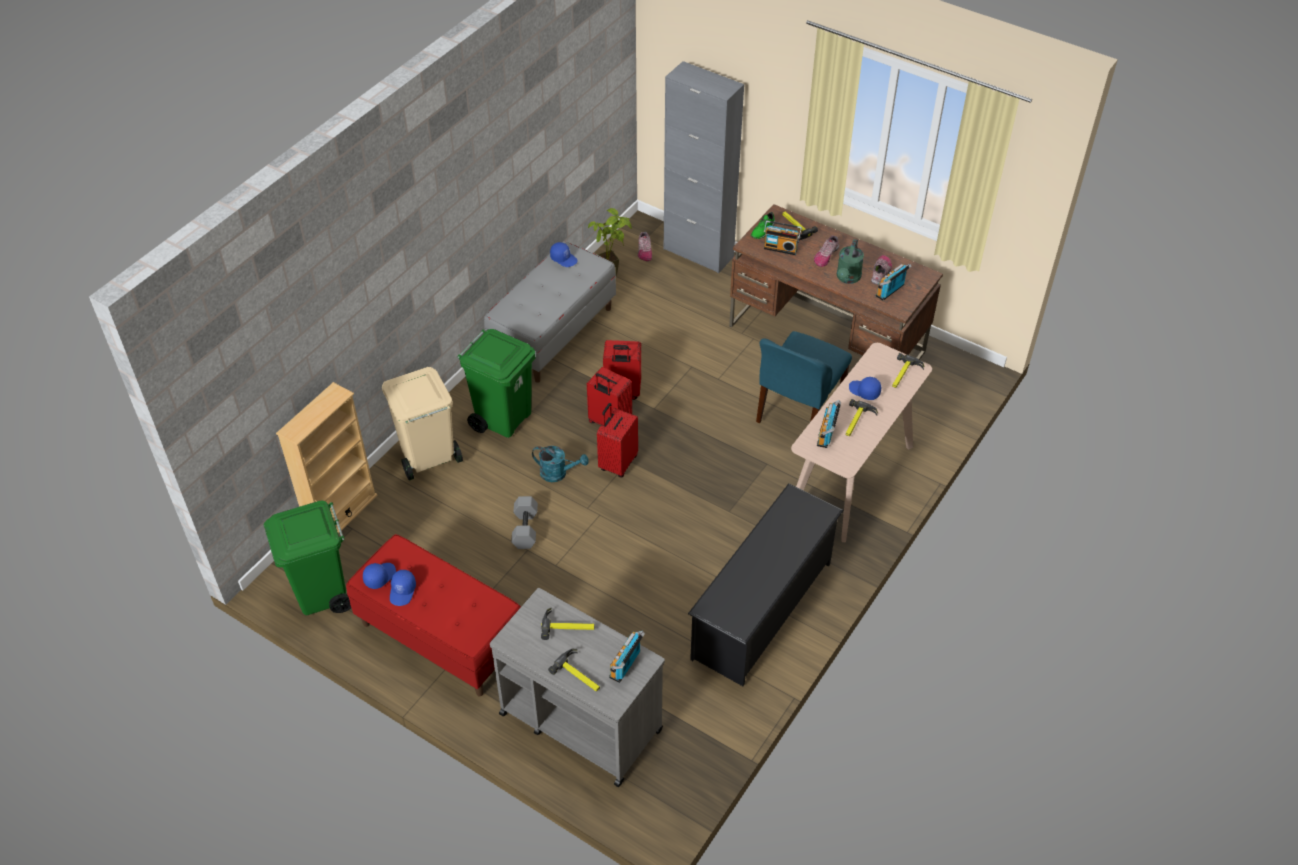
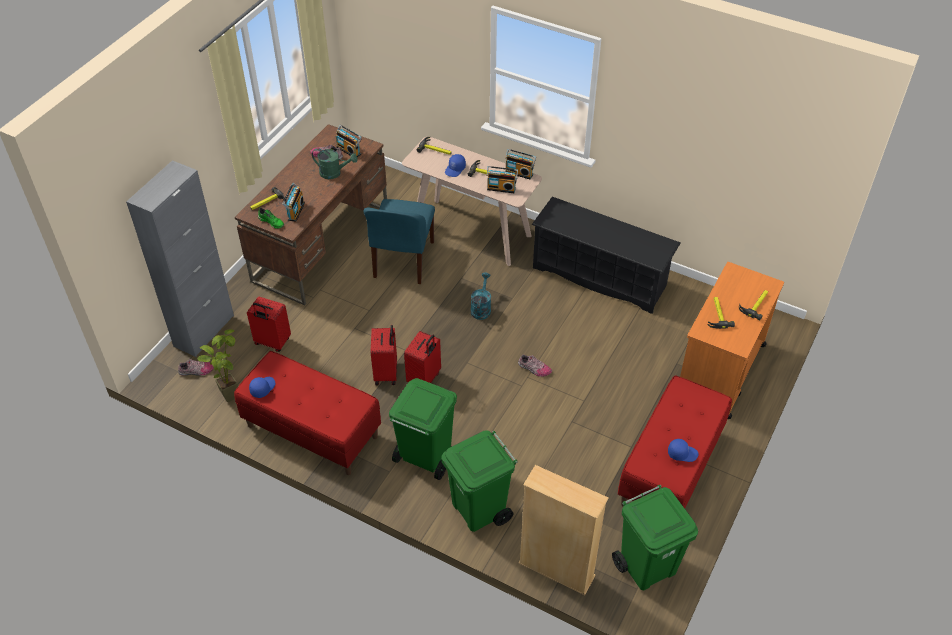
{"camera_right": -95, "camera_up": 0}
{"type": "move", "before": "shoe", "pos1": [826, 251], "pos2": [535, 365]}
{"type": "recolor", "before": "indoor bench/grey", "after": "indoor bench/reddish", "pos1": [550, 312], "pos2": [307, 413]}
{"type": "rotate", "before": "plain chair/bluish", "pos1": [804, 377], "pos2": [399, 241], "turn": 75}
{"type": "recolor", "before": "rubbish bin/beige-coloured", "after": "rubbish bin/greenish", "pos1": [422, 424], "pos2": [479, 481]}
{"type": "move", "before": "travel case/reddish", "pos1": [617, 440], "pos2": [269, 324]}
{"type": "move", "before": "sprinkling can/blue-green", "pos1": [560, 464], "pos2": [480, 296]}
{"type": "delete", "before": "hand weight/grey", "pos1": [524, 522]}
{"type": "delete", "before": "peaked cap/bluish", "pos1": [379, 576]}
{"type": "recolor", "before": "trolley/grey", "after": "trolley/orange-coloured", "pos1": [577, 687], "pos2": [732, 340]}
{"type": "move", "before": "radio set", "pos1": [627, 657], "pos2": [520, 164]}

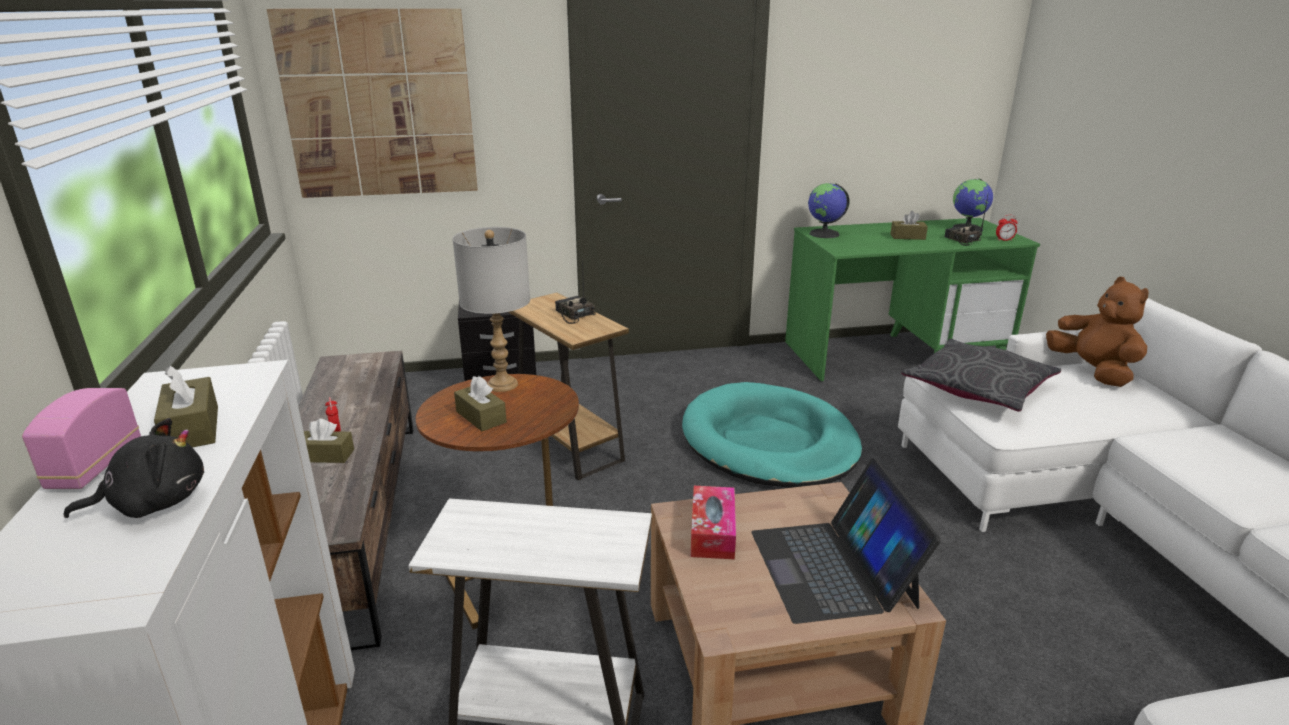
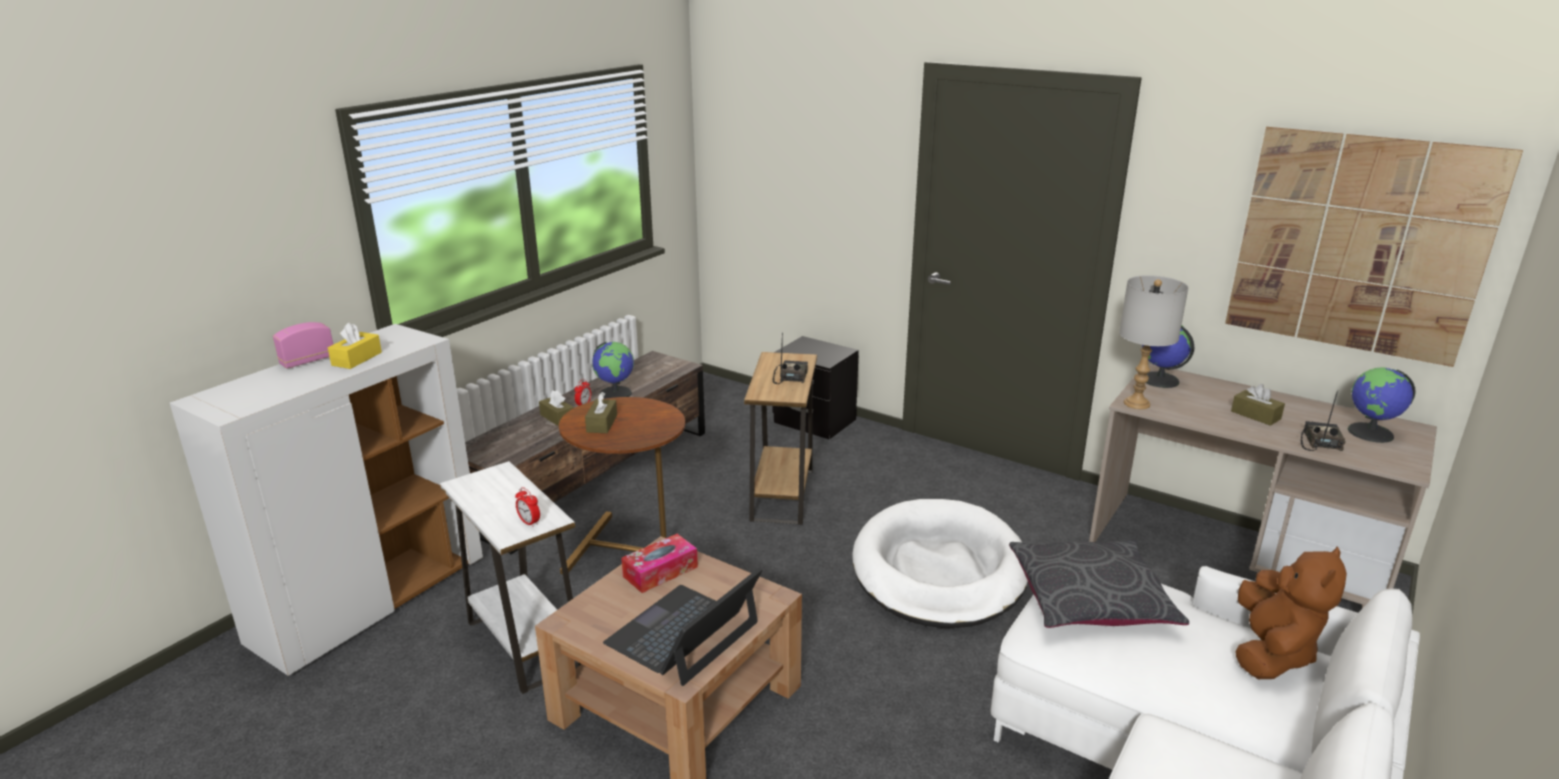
{"camera_right": 45, "camera_up": 0}
{"type": "move", "before": "wall art", "pos1": [372, 103], "pos2": [1374, 247]}
{"type": "move", "before": "alarm clock", "pos1": [1007, 228], "pos2": [527, 507]}
{"type": "recolor", "before": "desk/greenish", "after": "desk/beige-coloured", "pos1": [912, 299], "pos2": [1263, 486]}
{"type": "move", "before": "tabletop lamp/grey", "pos1": [491, 309], "pos2": [1154, 342]}
{"type": "recolor", "before": "tissue holder/brown-coloured", "after": "tissue holder/yellow", "pos1": [186, 406], "pos2": [355, 346]}
{"type": "recolor", "before": "pet bed/blue-green", "after": "pet bed/whitish", "pos1": [772, 435], "pos2": [940, 563]}
{"type": "delete", "before": "plush toy/blackish", "pos1": [133, 468]}
{"type": "insert", "after": "world globe", "pos2": [613, 370]}

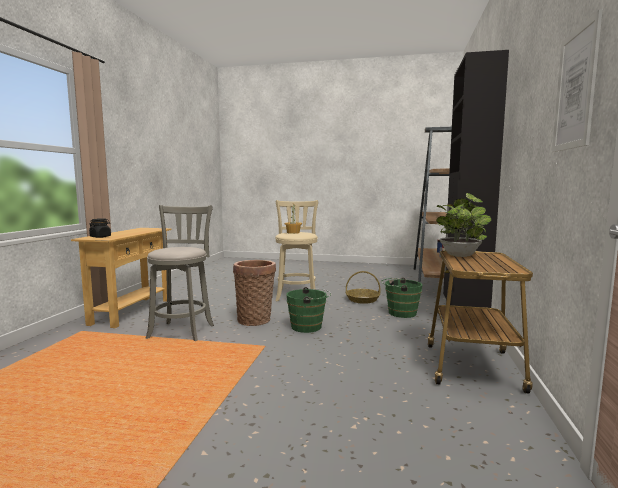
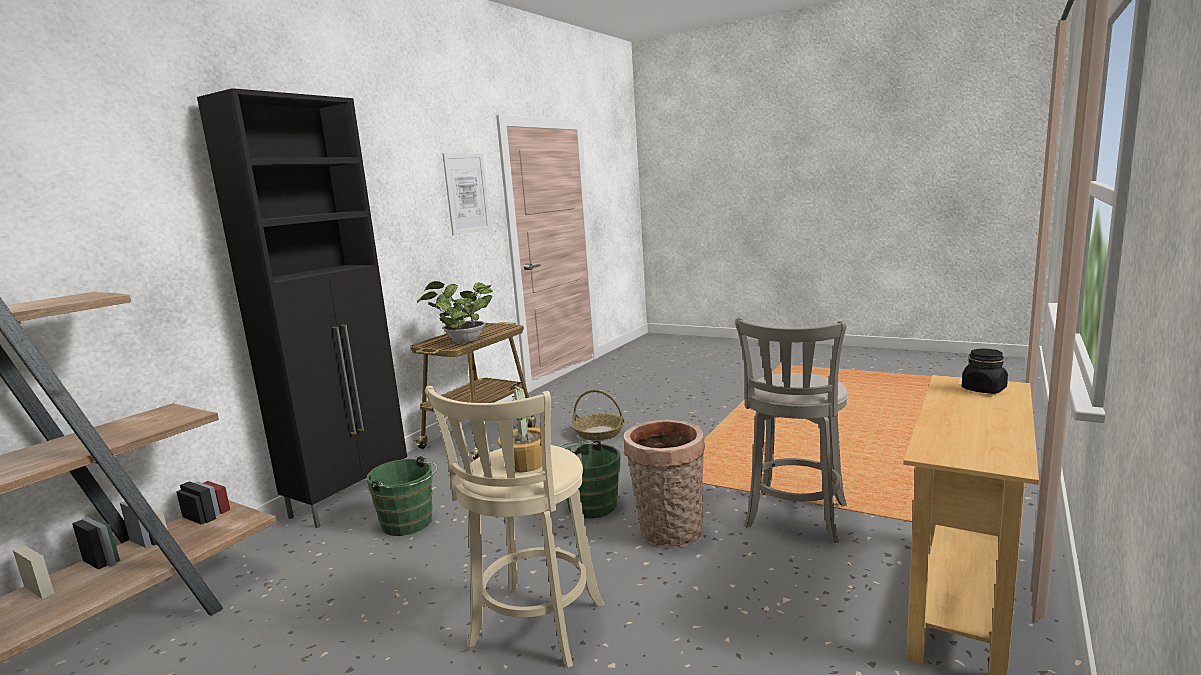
{"camera_right": -160, "camera_up": 5}
{"type": "move", "before": "storage basket", "pos1": [363, 287], "pos2": [598, 415]}

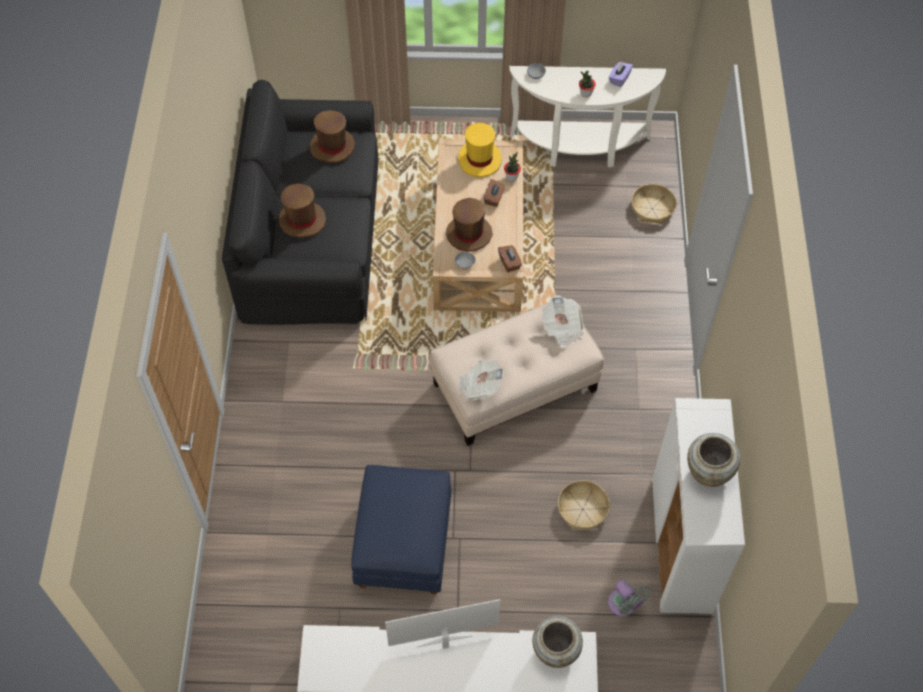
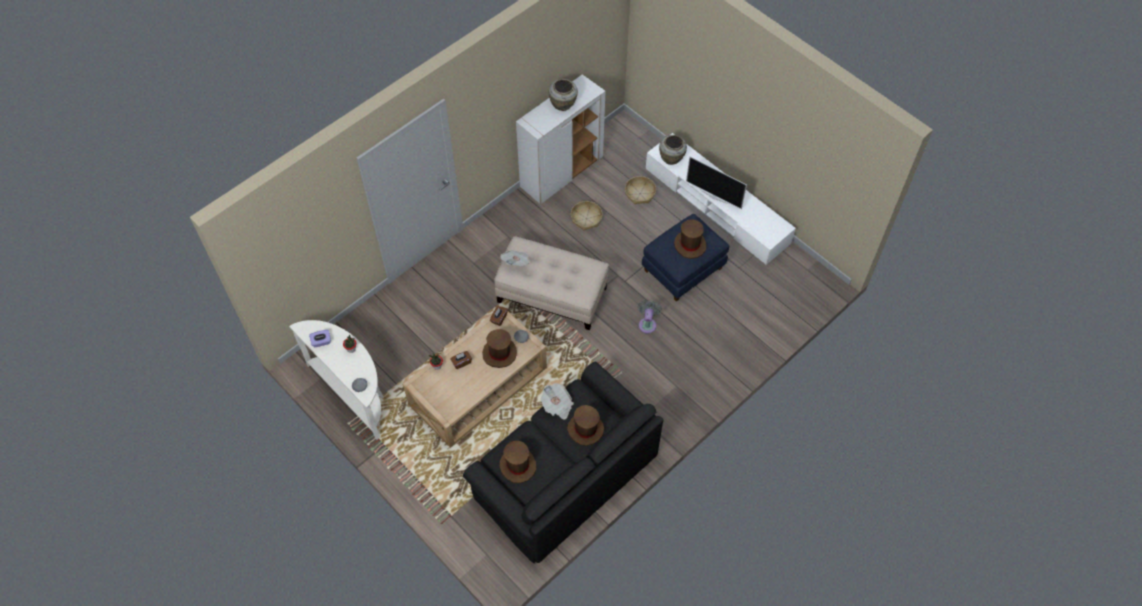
{"camera_right": -135, "camera_up": 0}
{"type": "delete", "before": "hat/yellow", "pos1": [479, 150]}
{"type": "move", "before": "storage basket", "pos1": [653, 204], "pos2": [640, 190]}
{"type": "move", "before": "daily paper", "pos1": [481, 380], "pos2": [557, 401]}
{"type": "move", "before": "electric fan/grey", "pos1": [629, 597], "pos2": [649, 316]}
{"type": "insert", "after": "hat/brown-coloured", "pos2": [690, 239]}

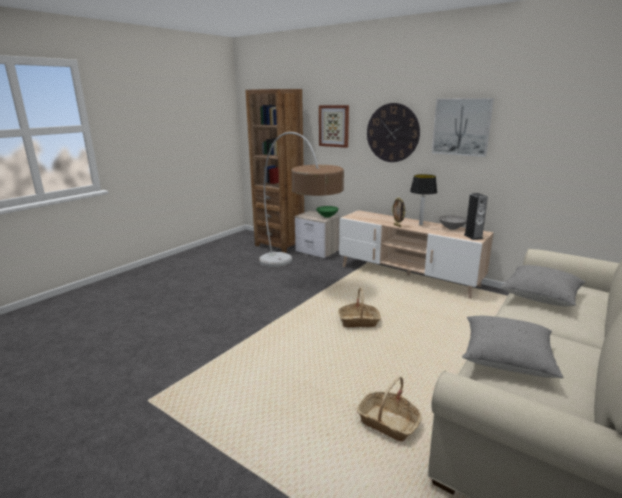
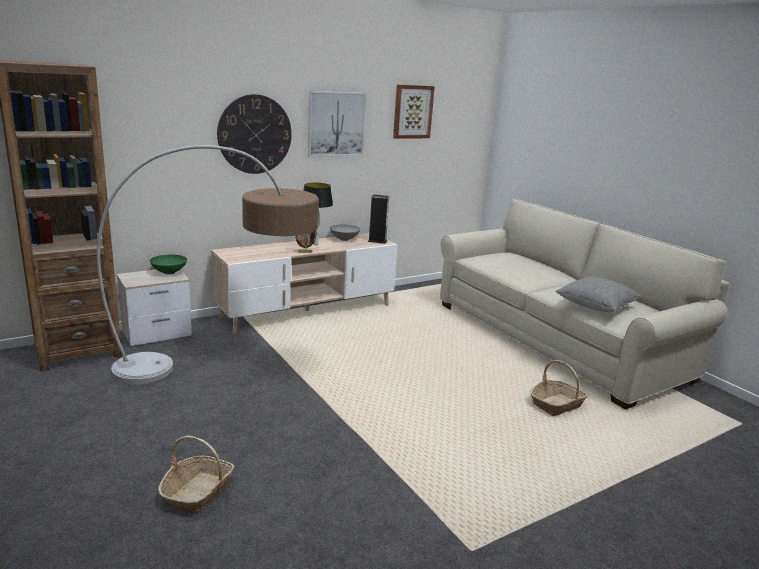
{"camera_right": -70, "camera_up": 0}
{"type": "move", "before": "wall art", "pos1": [334, 126], "pos2": [414, 112]}
{"type": "delete", "before": "pillow/grey", "pos1": [543, 285]}
{"type": "move", "before": "storage basket", "pos1": [359, 307], "pos2": [196, 475]}

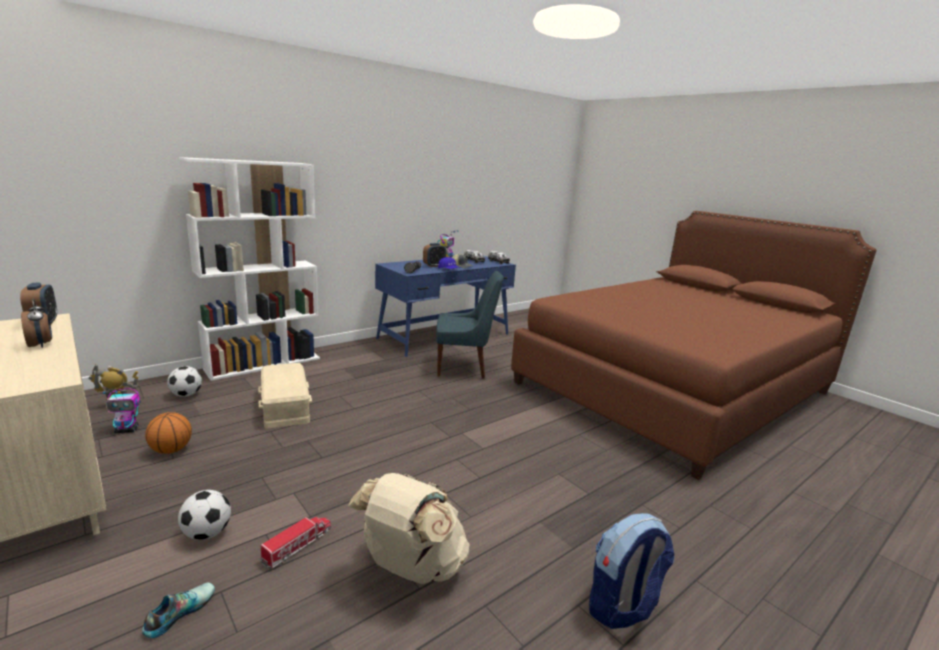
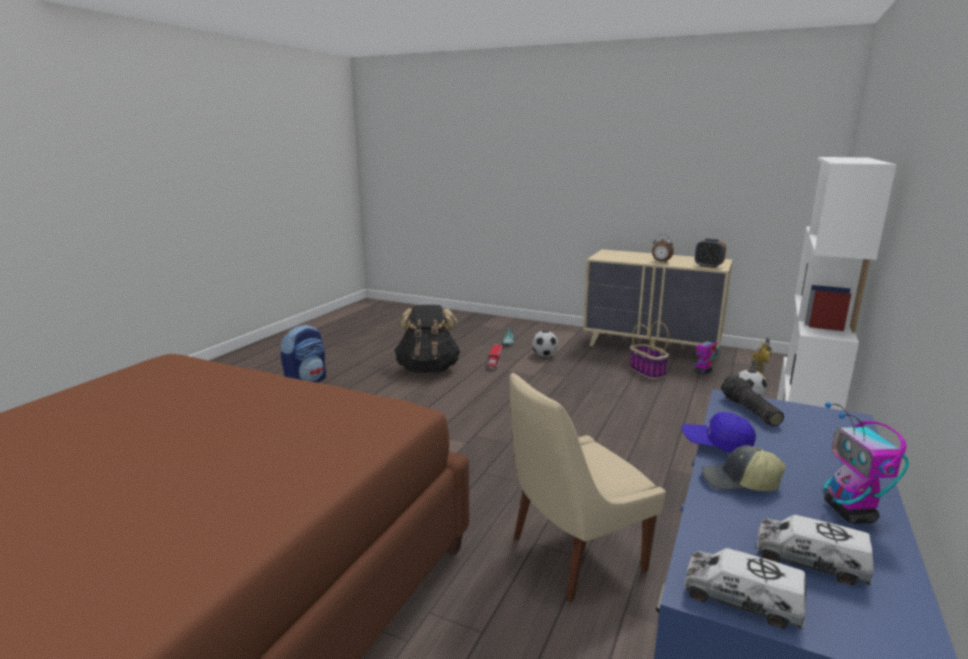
{"camera_right": 155, "camera_up": 0}
{"type": "delete", "before": "alarm clock", "pos1": [434, 255]}
{"type": "recolor", "before": "plain chair/bluish", "after": "plain chair/beige-coloured", "pos1": [470, 325], "pos2": [587, 487]}
{"type": "delete", "before": "storage bin/beige-coloured", "pos1": [285, 396]}
{"type": "replace", "before": "ball for basketball", "after": "storage basket", "pos1": [168, 433], "pos2": [649, 350]}
{"type": "recolor", "before": "knapsack/beige-coloured", "after": "knapsack/blackish", "pos1": [408, 528], "pos2": [427, 339]}

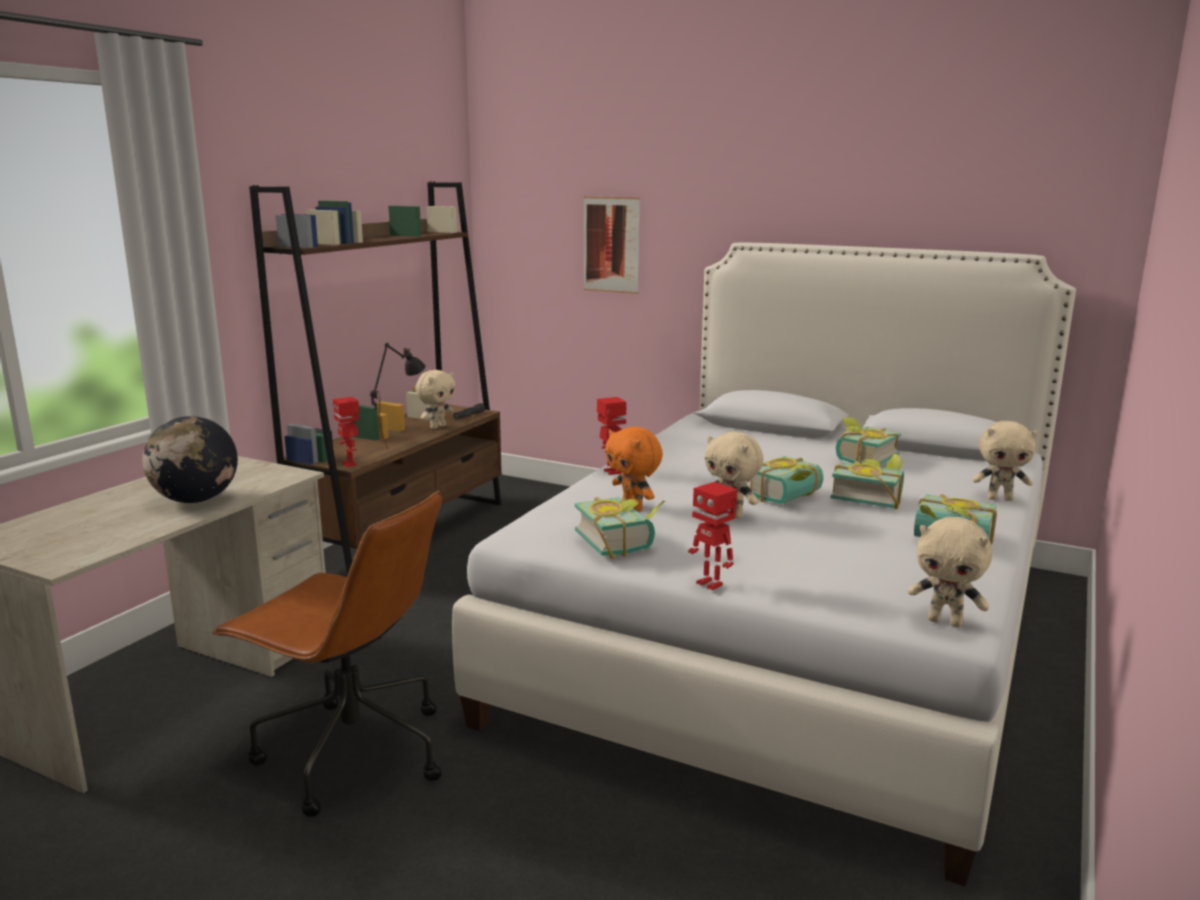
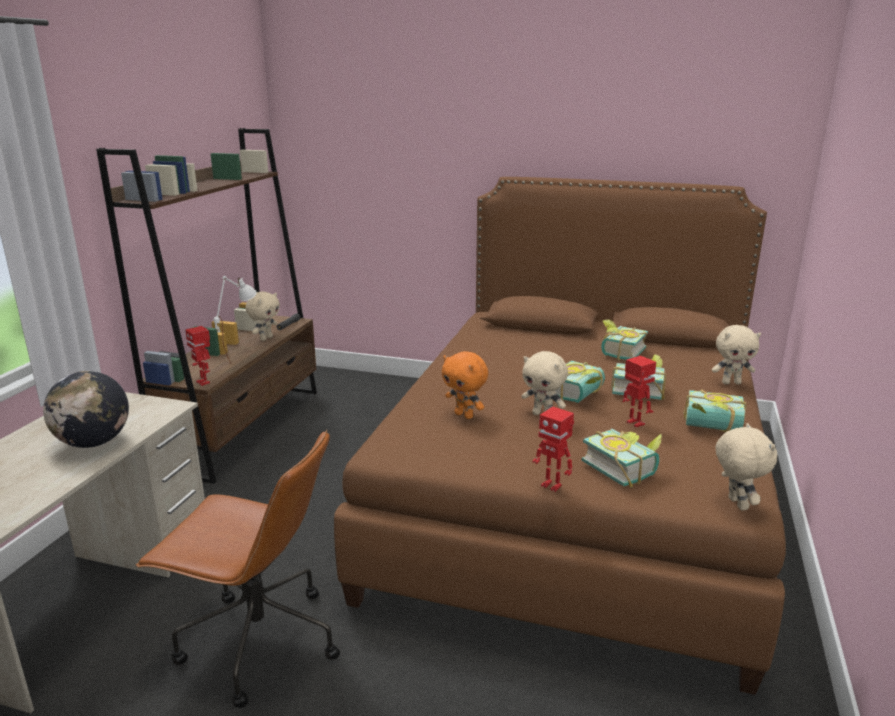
{"camera_right": -10, "camera_up": 5}
{"type": "delete", "before": "wall art", "pos1": [612, 245]}
{"type": "recolor", "before": "bed/whitish", "after": "bed/brown-coloured", "pos1": [764, 564], "pos2": [560, 436]}
{"type": "recolor", "before": "tabletop lamp/blackish", "after": "tabletop lamp/whitish", "pos1": [398, 396], "pos2": [235, 320]}
{"type": "move", "before": "toy robot", "pos1": [611, 436], "pos2": [639, 391]}
{"type": "move", "before": "bound book", "pos1": [620, 528], "pos2": [622, 458]}
{"type": "rotate", "before": "plush toy/beige-coloured", "pos1": [950, 572], "pos2": [746, 467], "turn": -120}

